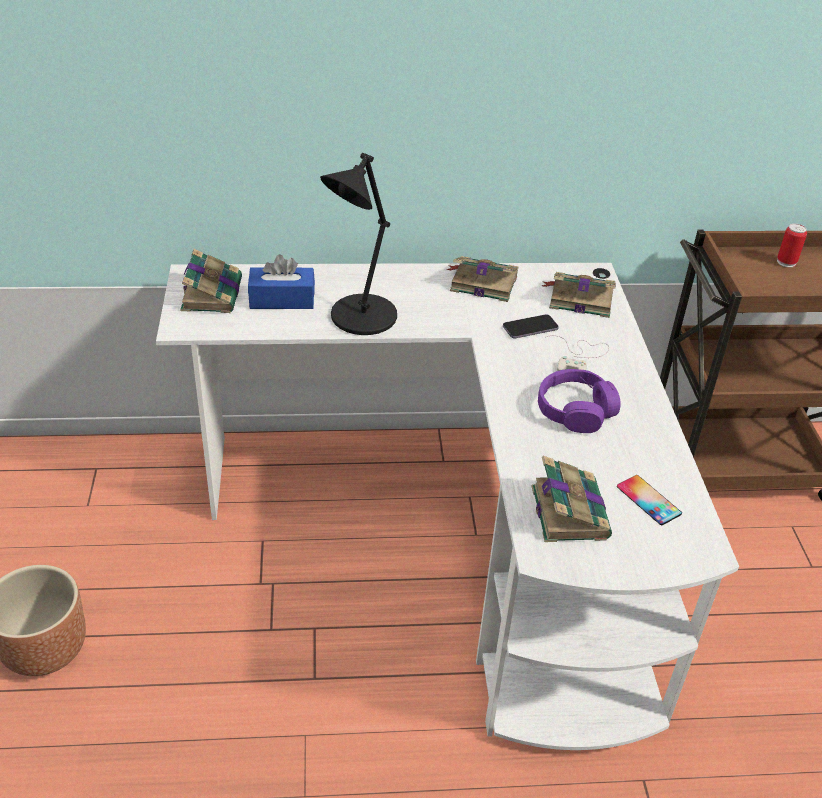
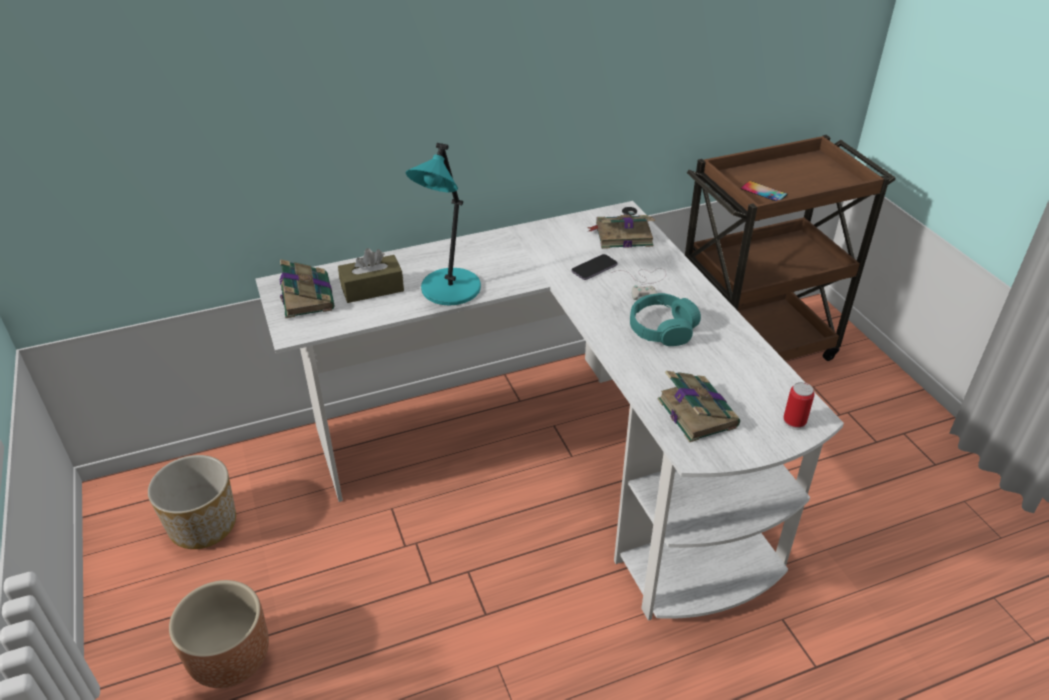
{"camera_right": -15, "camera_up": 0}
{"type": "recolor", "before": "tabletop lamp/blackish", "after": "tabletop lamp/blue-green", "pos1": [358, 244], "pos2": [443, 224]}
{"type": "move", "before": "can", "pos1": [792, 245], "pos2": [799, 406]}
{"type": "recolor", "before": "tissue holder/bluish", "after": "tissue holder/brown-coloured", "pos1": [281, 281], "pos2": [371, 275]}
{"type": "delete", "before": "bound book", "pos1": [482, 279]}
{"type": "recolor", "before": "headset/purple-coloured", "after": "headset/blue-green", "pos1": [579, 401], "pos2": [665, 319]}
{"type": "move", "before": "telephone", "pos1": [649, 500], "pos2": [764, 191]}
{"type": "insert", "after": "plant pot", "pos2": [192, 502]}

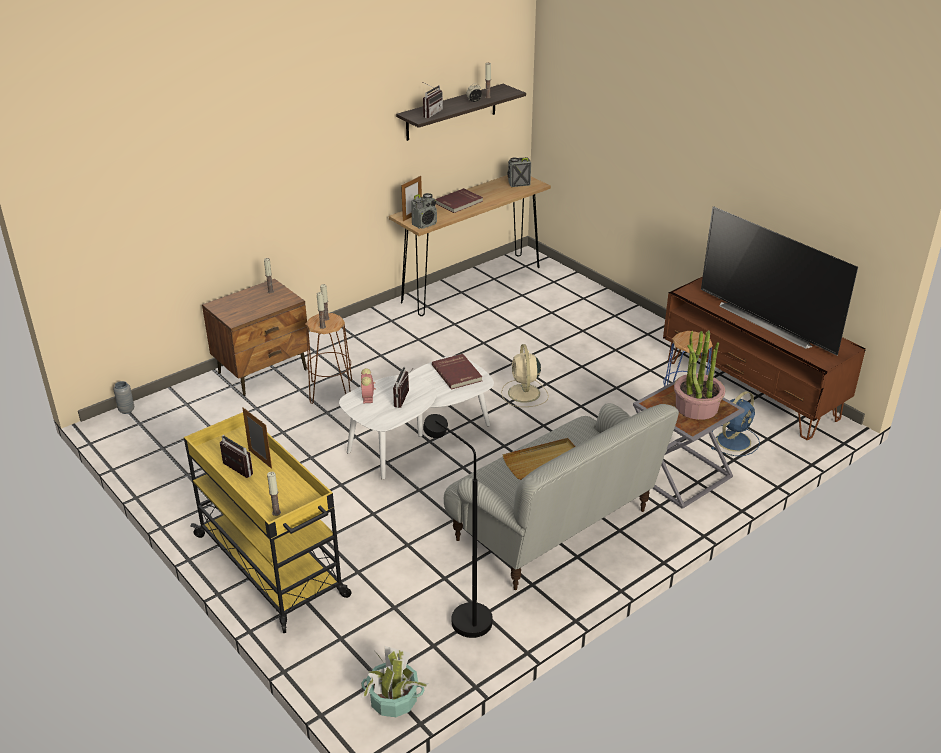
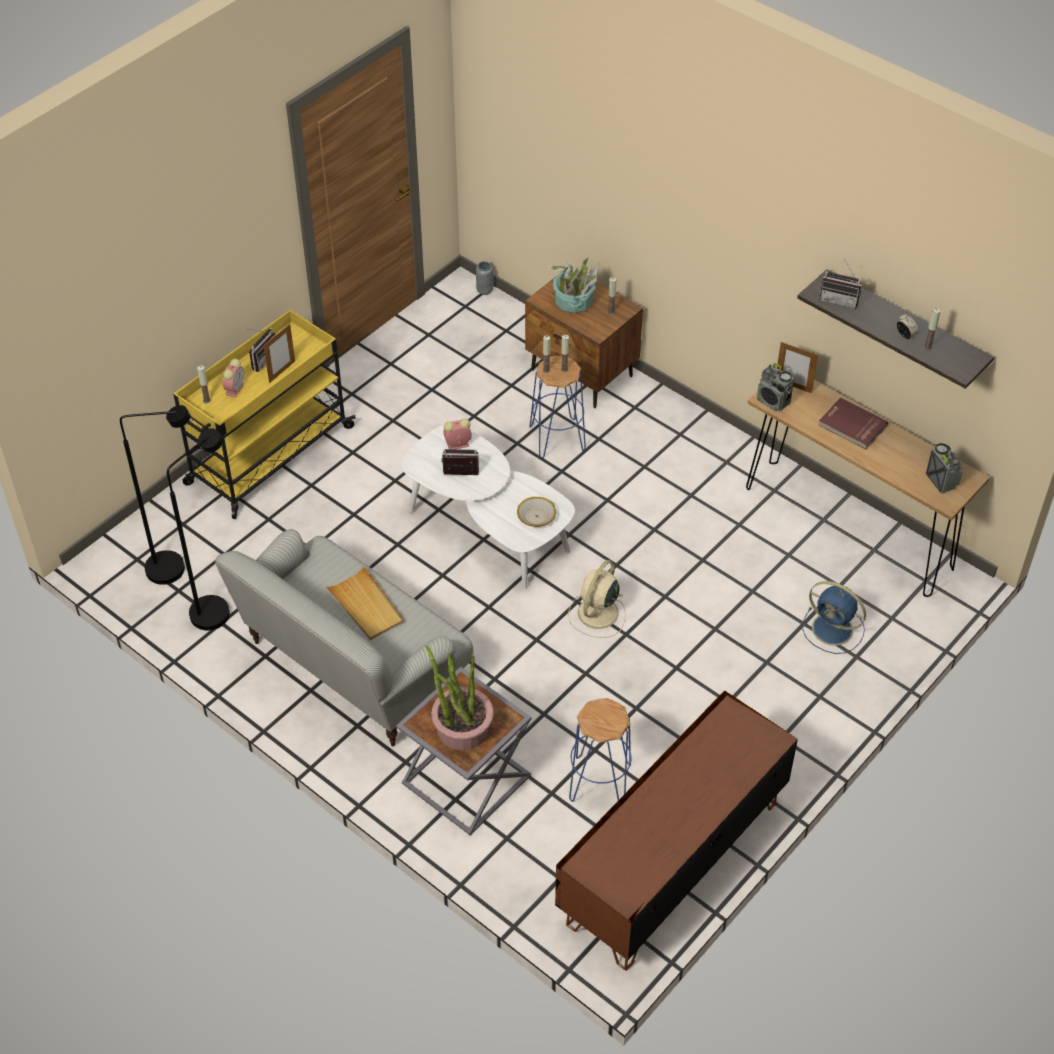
{"camera_right": 80, "camera_up": 15}
{"type": "delete", "before": "TV", "pos1": [779, 281]}
{"type": "recolor", "before": "stool seat/brown-coloured", "after": "stool seat/bluish", "pos1": [328, 358], "pos2": [557, 407]}
{"type": "rotate", "before": "electric fan/beige-coloured", "pos1": [525, 375], "pos2": [596, 599], "turn": -45}
{"type": "replace", "before": "bound book/reddish", "after": "deep dish", "pos1": [457, 372], "pos2": [536, 512]}
{"type": "move", "before": "electric fan/bluish", "pos1": [735, 423], "pos2": [834, 617]}
{"type": "move", "before": "plant in a pot", "pos1": [394, 681], "pos2": [572, 285]}
{"type": "insert", "after": "alarm clock", "pos2": [233, 378]}
{"type": "insert", "after": "standard lamp/blackish", "pos2": [155, 495]}

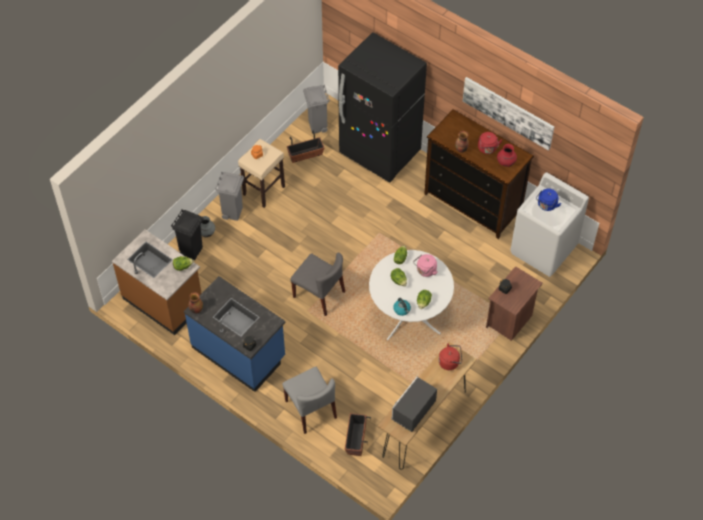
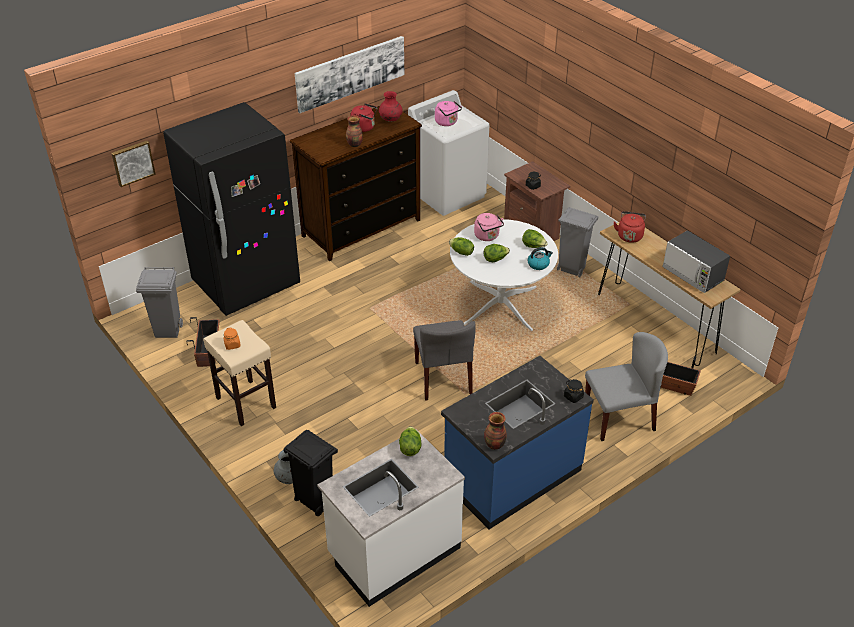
{"camera_right": -75, "camera_up": -15}
{"type": "move", "before": "rubbish bin/grey", "pos1": [229, 196], "pos2": [577, 242]}
{"type": "recolor", "before": "kettle/bluish", "after": "kettle/pink", "pos1": [548, 199], "pos2": [448, 113]}
{"type": "recolor", "before": "kitchen base unit/brown-coloured", "after": "kitchen base unit/whitish", "pos1": [156, 282], "pos2": [391, 518]}
{"type": "rotate", "before": "plain chair/grey", "pos1": [317, 284], "pos2": [444, 360], "turn": 120}
{"type": "insert", "after": "wall art", "pos2": [134, 164]}

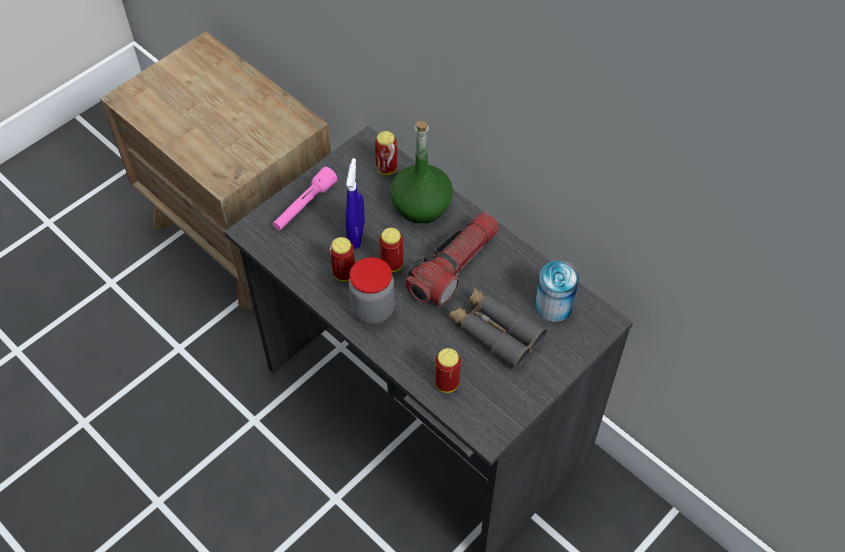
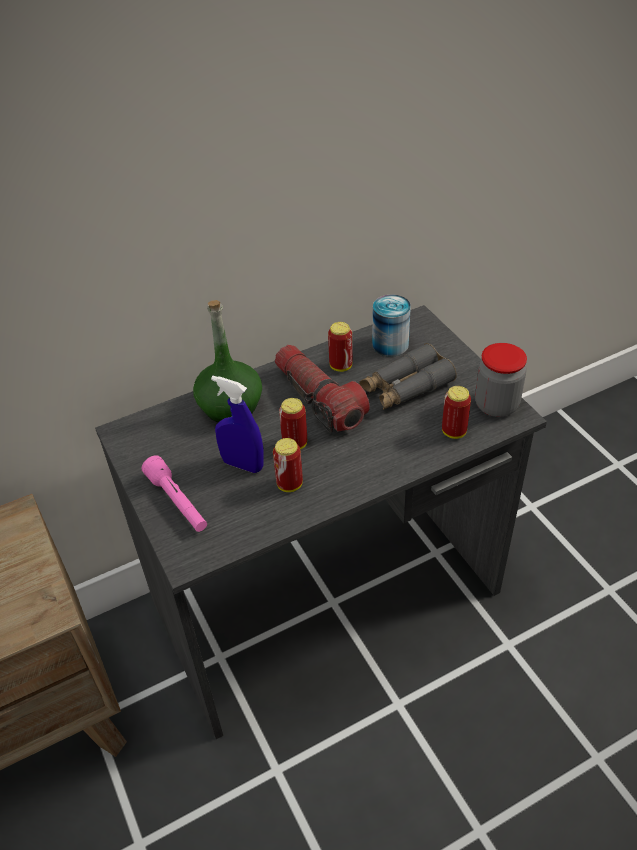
{"camera_right": -70, "camera_up": -10}
{"type": "move", "before": "can", "pos1": [386, 153], "pos2": [340, 347]}
{"type": "move", "before": "jar", "pos1": [372, 290], "pos2": [501, 380]}

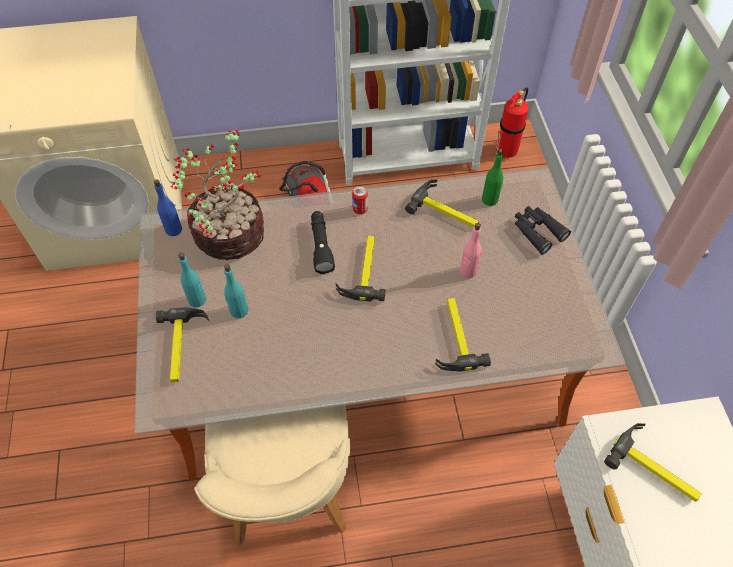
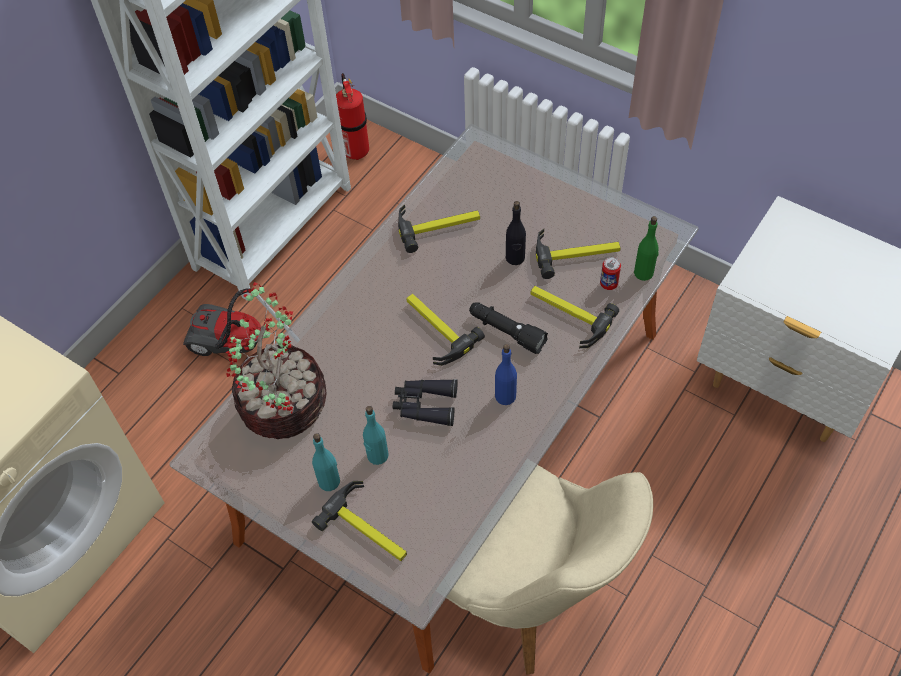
{"camera_right": -45, "camera_up": 0}
{"type": "move", "before": "beverage bottle/greenish", "pos1": [492, 177], "pos2": [646, 248]}
{"type": "move", "before": "beverage bottle/bluish", "pos1": [168, 208], "pos2": [506, 374]}
{"type": "move", "before": "can", "pos1": [360, 200], "pos2": [610, 273]}
{"type": "move", "before": "field glasses/blackish", "pos1": [543, 230], "pos2": [425, 402]}
{"type": "move", "before": "hand torch/blackish", "pos1": [323, 242], "pos2": [508, 328]}
{"type": "recolor", "before": "beverage bottle/pink", "after": "beverage bottle/blackish", "pos1": [471, 250], "pos2": [516, 233]}
{"type": "move", "before": "hammer", "pos1": [653, 462], "pos2": [578, 254]}

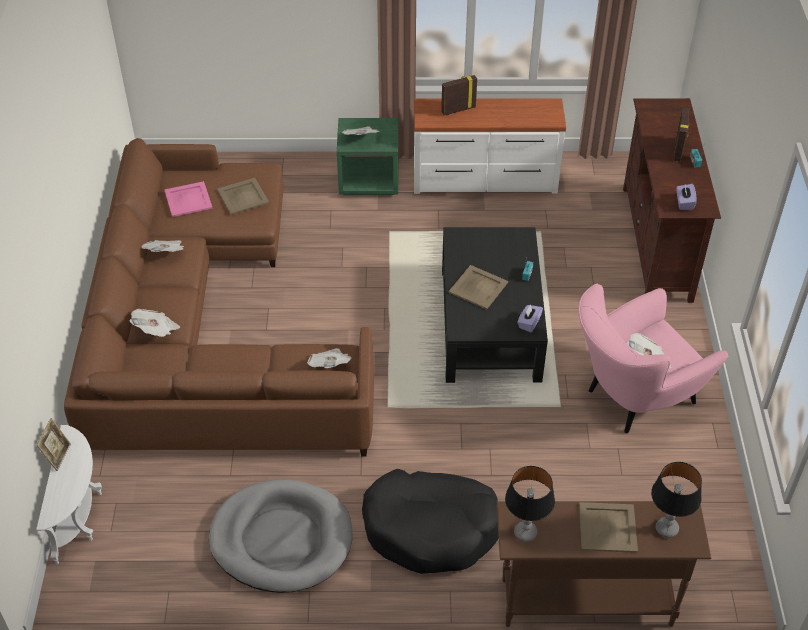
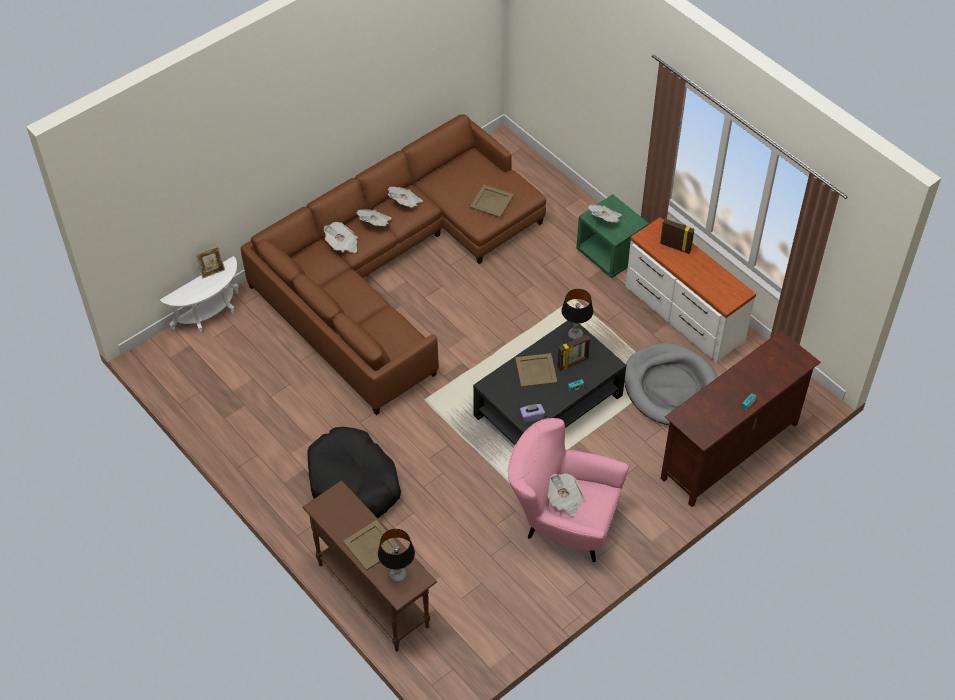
{"camera_right": 50, "camera_up": 5}
{"type": "move", "before": "picture frame", "pos1": [682, 134], "pos2": [573, 353]}
{"type": "delete", "before": "carrying tray/pink", "pos1": [188, 199]}
{"type": "delete", "before": "tissue holder/purple-coloured", "pos1": [686, 197]}
{"type": "move", "before": "daily paper", "pos1": [329, 358], "pos2": [374, 217]}
{"type": "move", "before": "tabletop lamp", "pos1": [530, 504], "pos2": [577, 314]}
{"type": "move", "before": "pet bed/grey", "pos1": [280, 536], "pos2": [671, 384]}

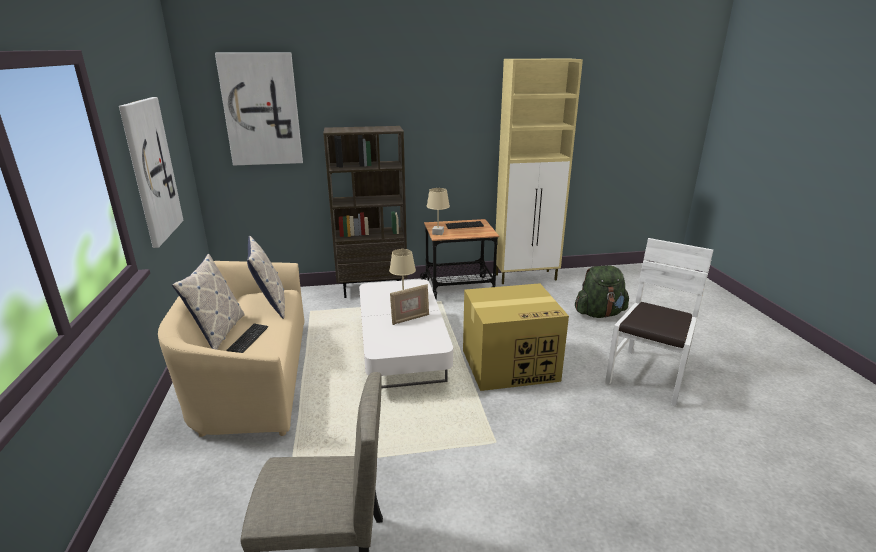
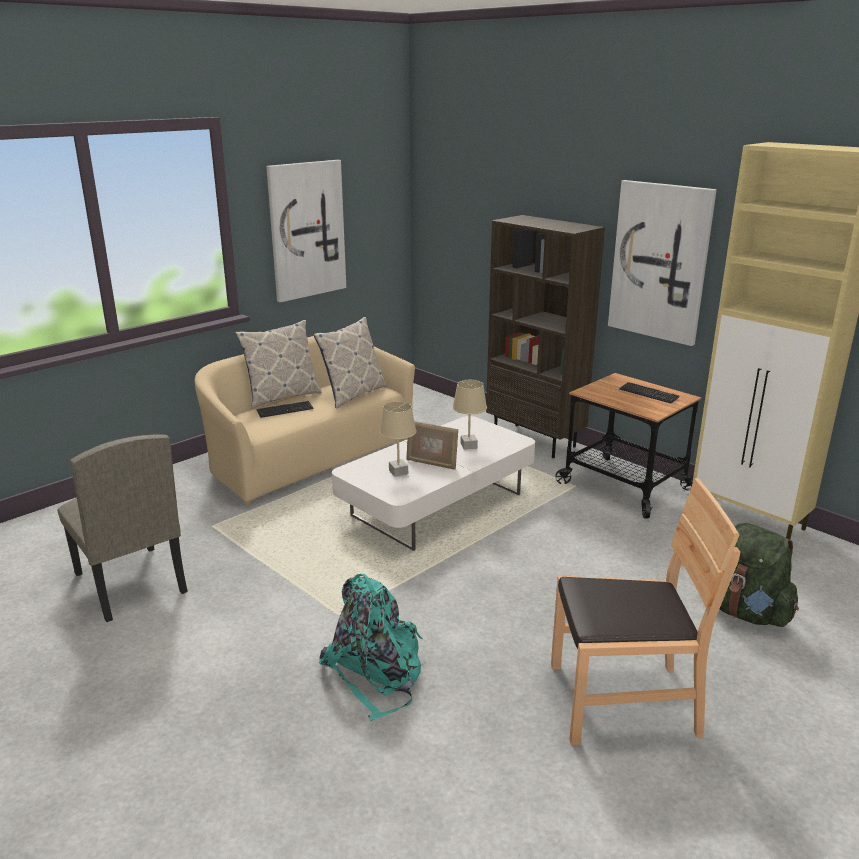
{"camera_right": 55, "camera_up": 0}
{"type": "move", "before": "wall art", "pos1": [259, 109], "pos2": [662, 263]}
{"type": "move", "before": "tabletop lamp/beige-coloured", "pos1": [438, 211], "pos2": [398, 439]}
{"type": "recolor", "before": "plain chair/whitish", "after": "plain chair/brown-coloured", "pos1": [659, 322], "pos2": [645, 611]}
{"type": "delete", "before": "carton", "pos1": [516, 337]}
{"type": "insert", "after": "knapsack/blue-green", "pos2": [371, 647]}

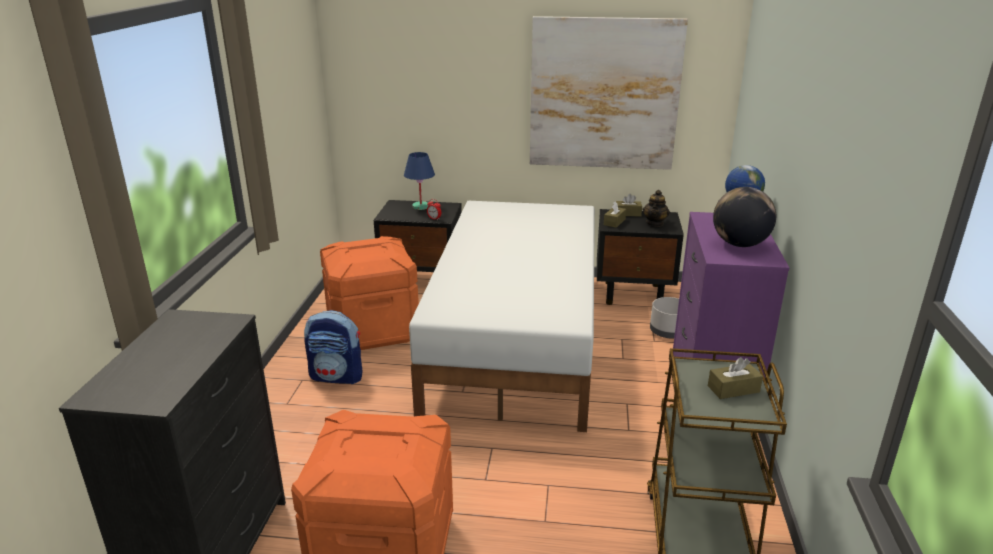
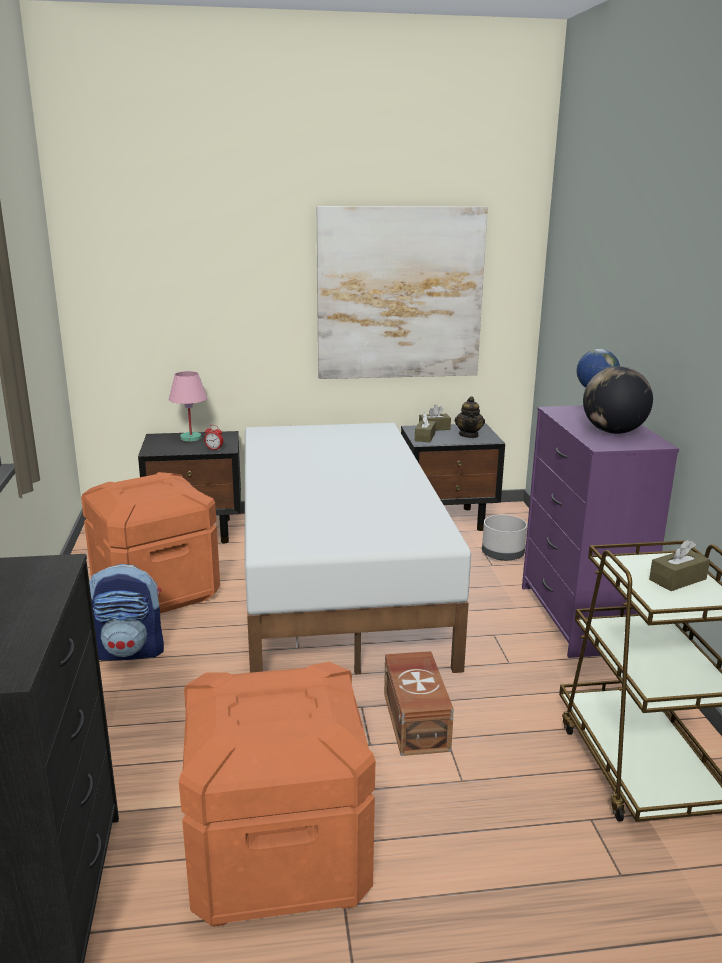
{"camera_right": -15, "camera_up": -5}
{"type": "recolor", "before": "tabletop lamp/bluish", "after": "tabletop lamp/pink", "pos1": [419, 181], "pos2": [188, 406]}
{"type": "insert", "after": "storage bin/brown-coloured", "pos2": [419, 703]}

